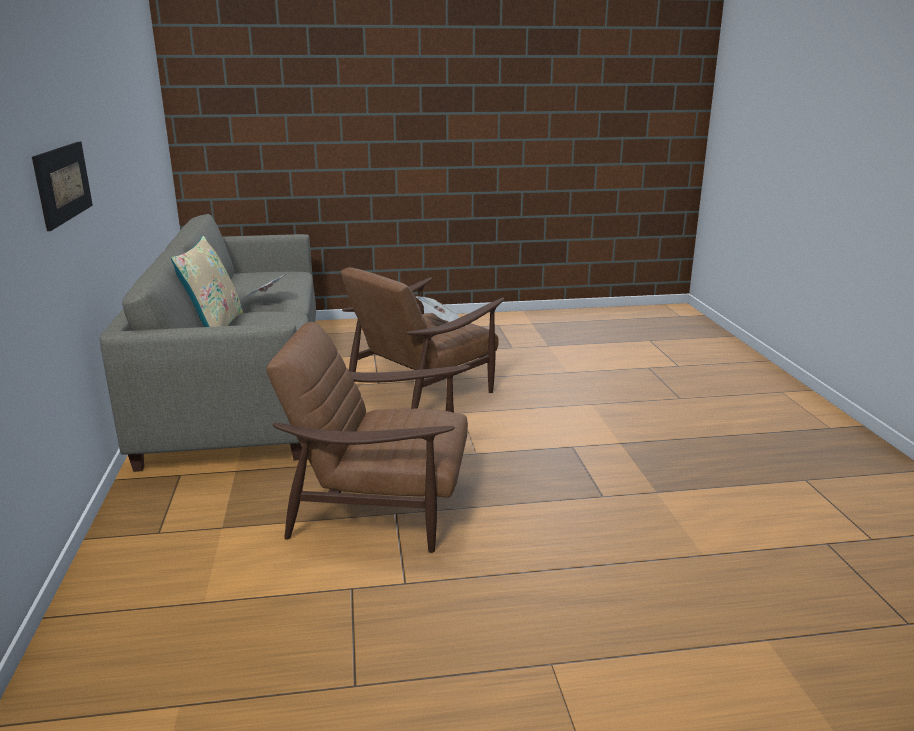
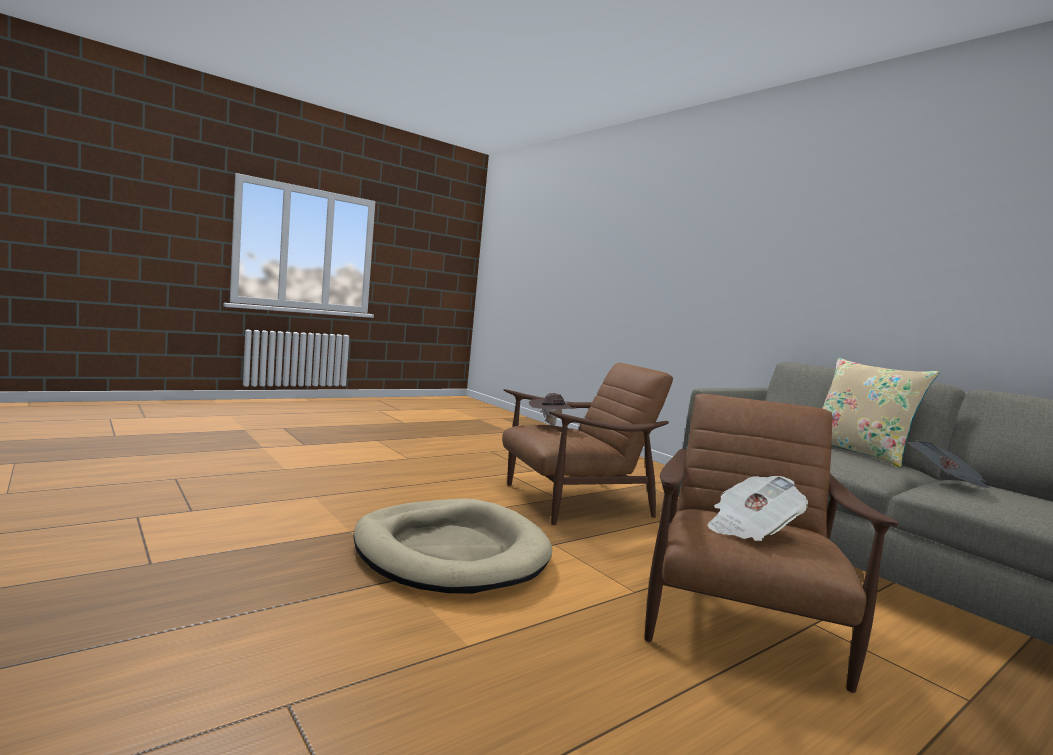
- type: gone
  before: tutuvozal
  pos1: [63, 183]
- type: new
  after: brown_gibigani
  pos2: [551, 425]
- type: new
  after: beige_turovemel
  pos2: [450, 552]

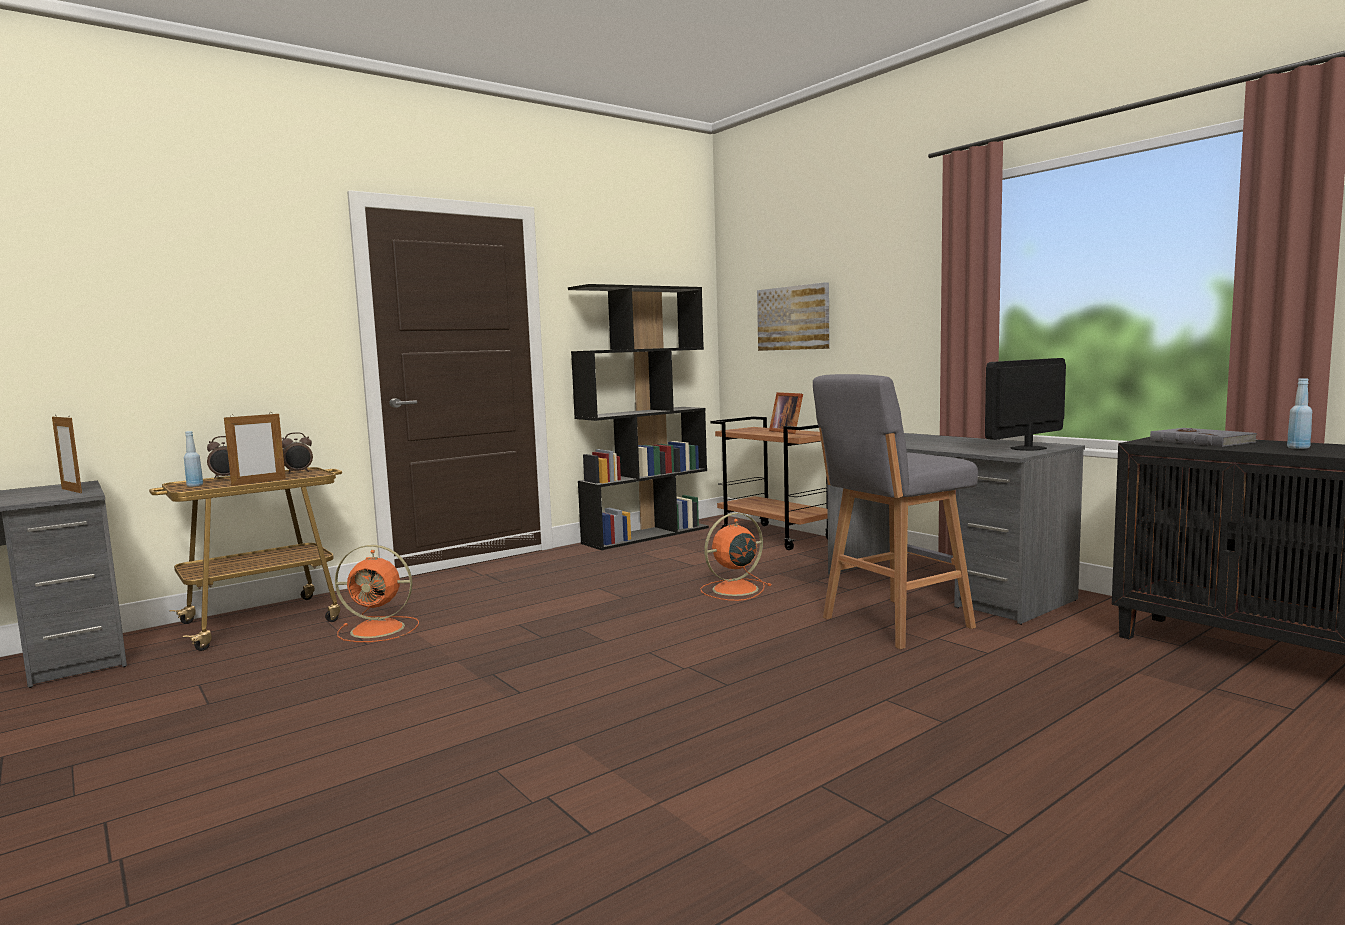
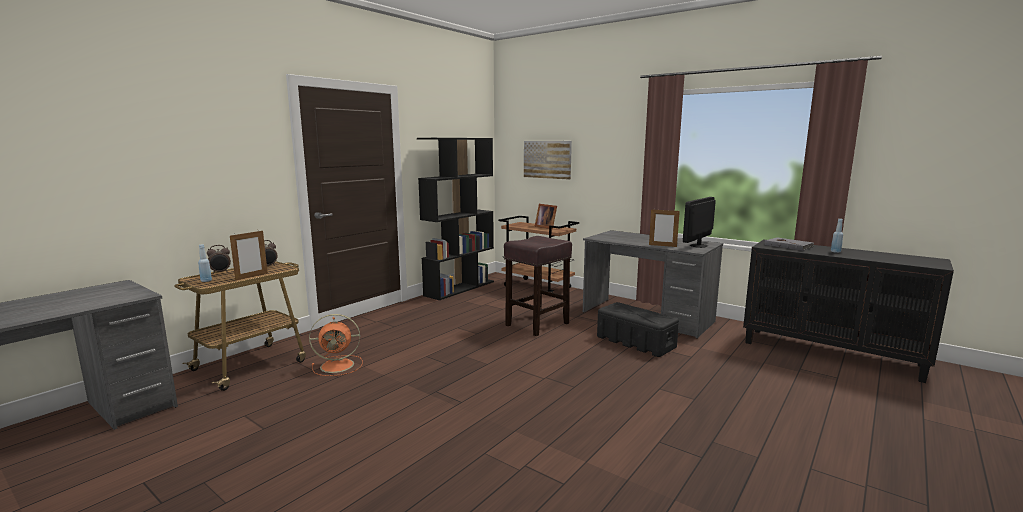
- type: swapped
  before: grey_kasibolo
  after: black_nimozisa
  pos1: [893, 623]
  pos2: [635, 342]
- type: shifted
  before: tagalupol
  pos1: [71, 491]
  pos2: [662, 245]
- type: swapped
  before: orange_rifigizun
  after: brown_kasibolo
  pos1: [733, 589]
  pos2: [536, 324]

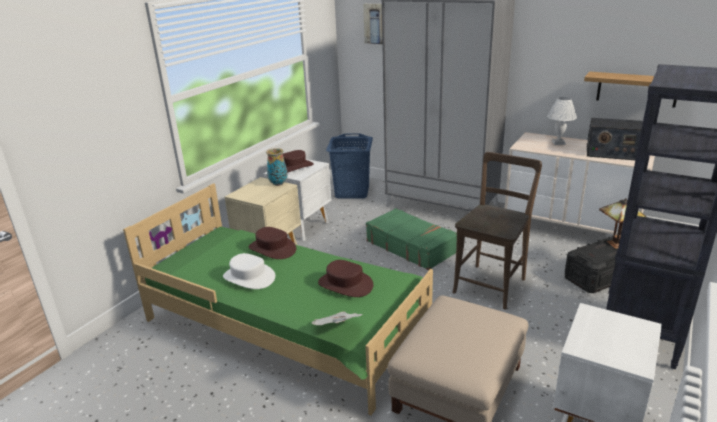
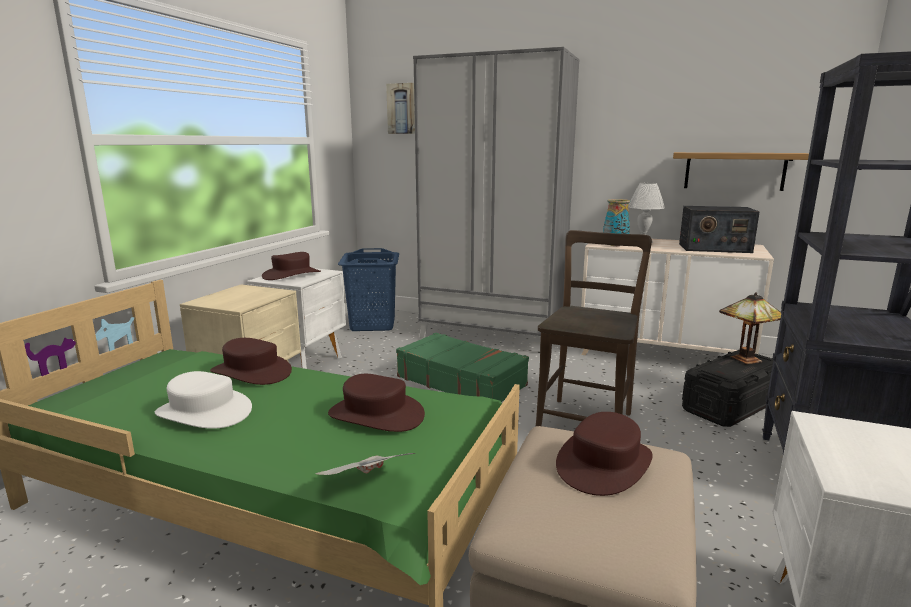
- type: shifted
  before: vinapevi
  pos1: [278, 184]
  pos2: [615, 245]
- type: new
  after: brown_gibigani
  pos2: [604, 463]

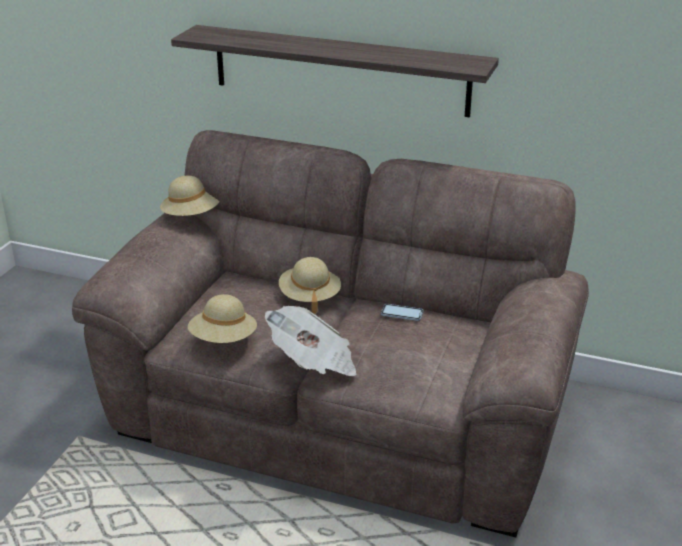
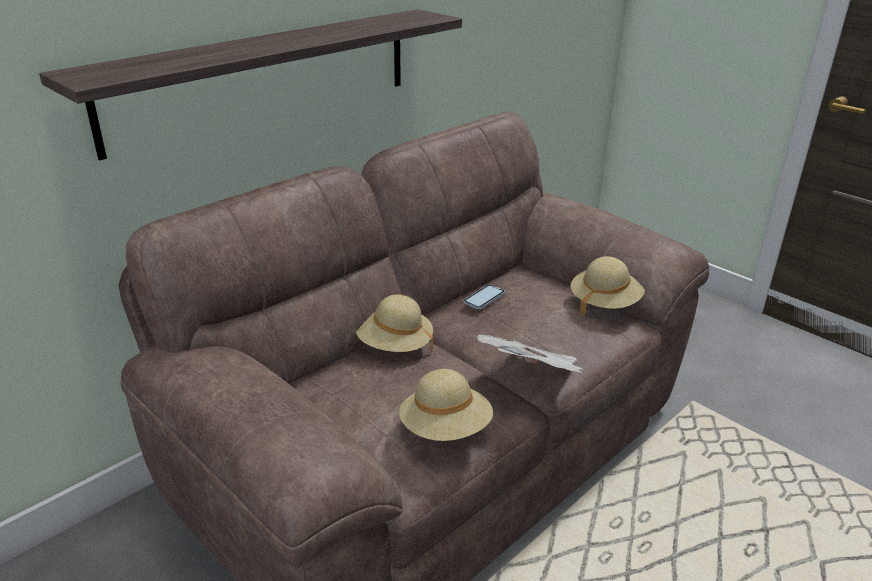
- type: shifted
  before: beige_gibigani
  pos1: [191, 216]
  pos2: [604, 302]

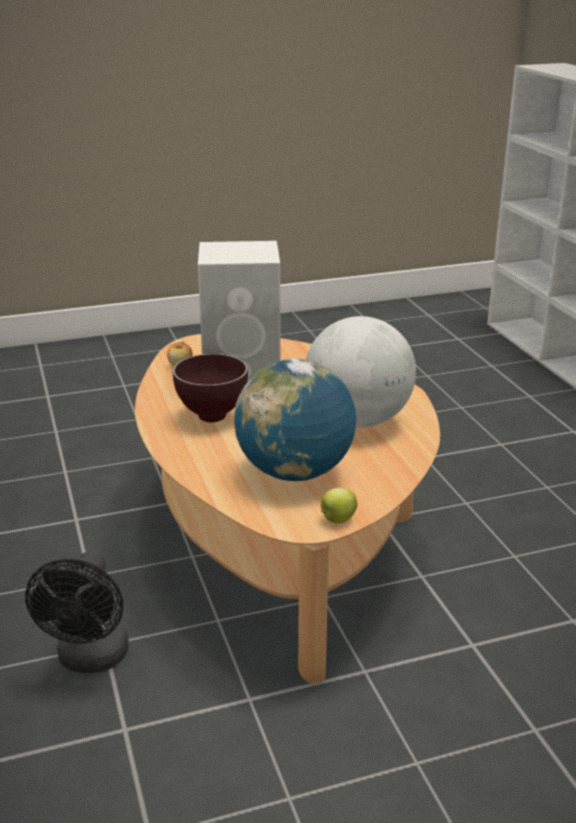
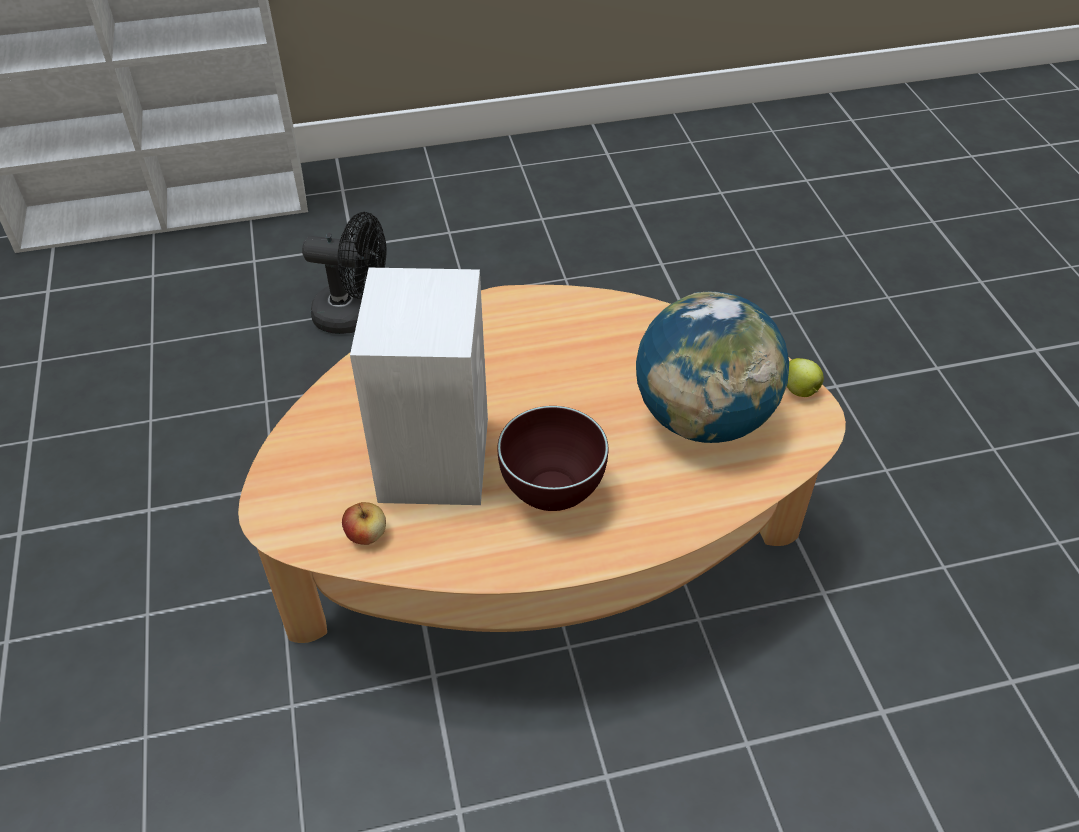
- type: gone
  before: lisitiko
  pos1: [357, 420]
- type: shifted
  before: black_rifigizun
  pos1: [90, 659]
  pos2: [354, 315]

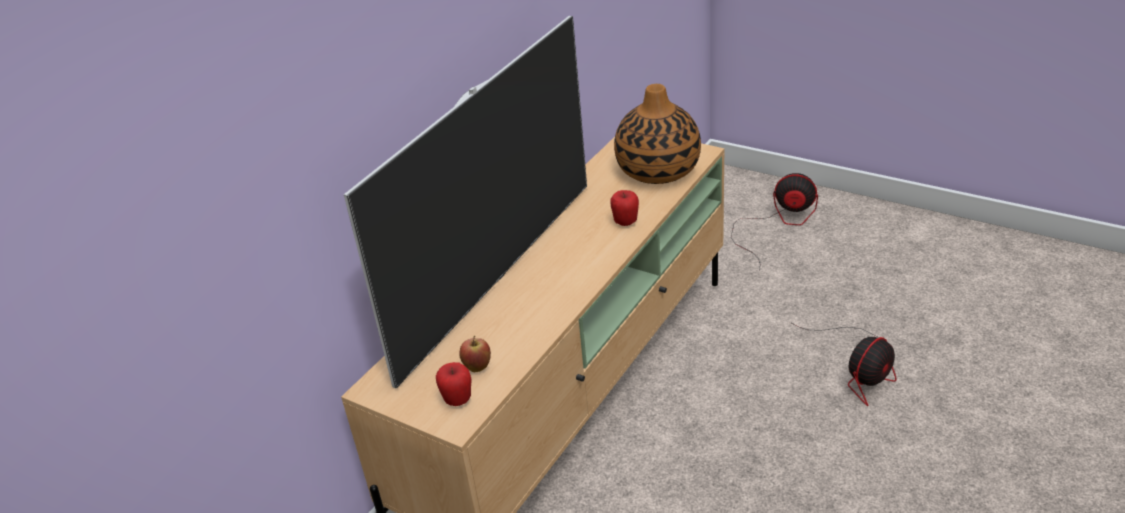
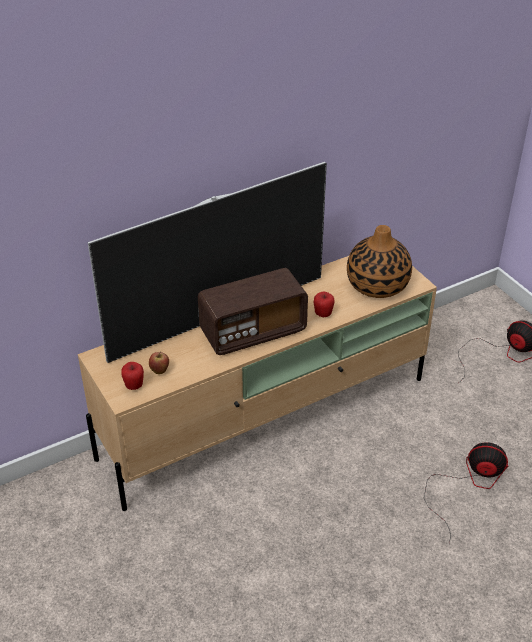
- type: rotated
  before: rifigizun
  pos1: [861, 369]
  pos2: [467, 485]
  turn: -150
- type: new
  after: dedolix
  pos2: [253, 332]

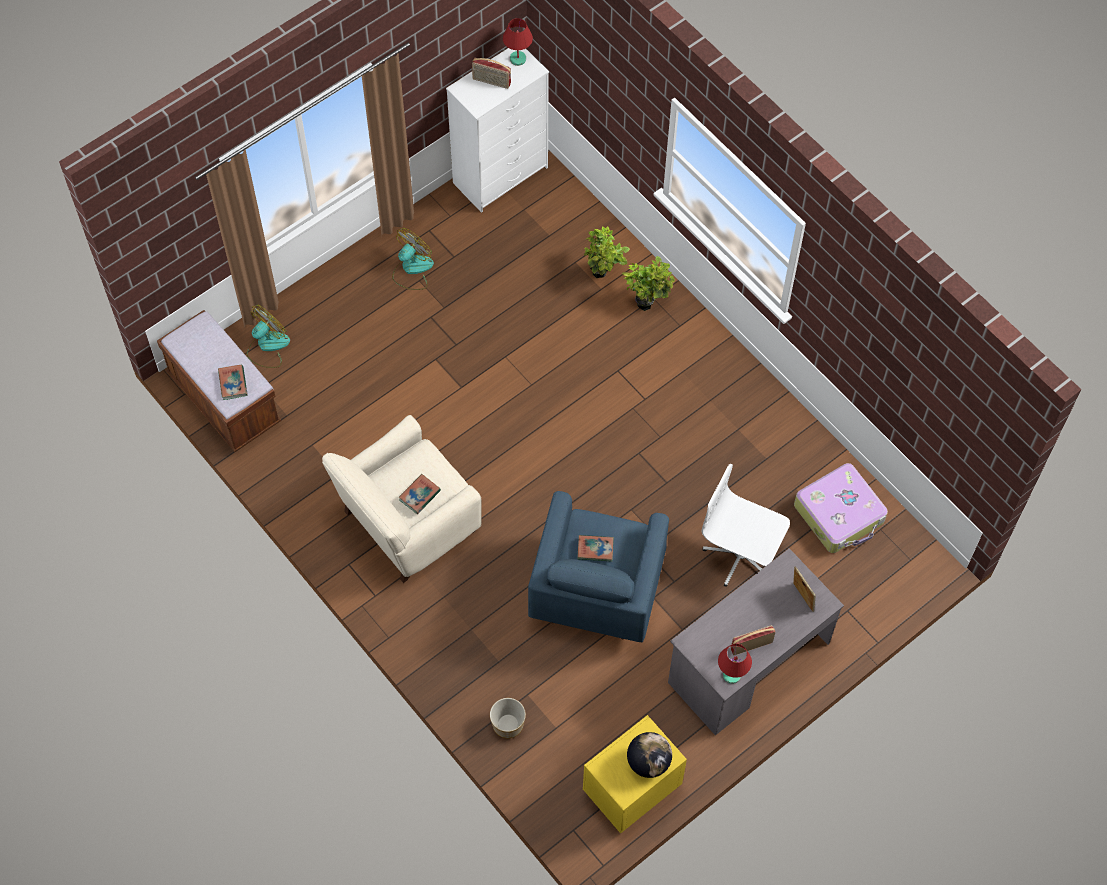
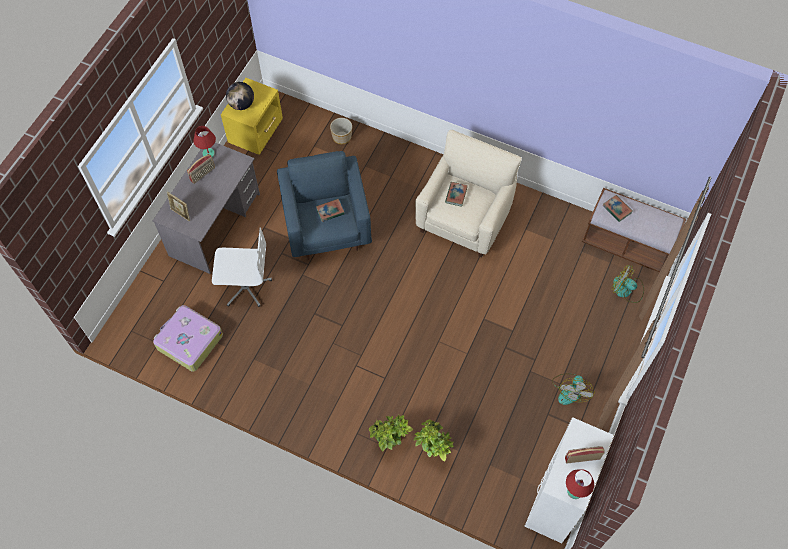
- type: rotated
  before: rifigizun
  pos1: [267, 346]
  pos2: [626, 290]
  turn: 105

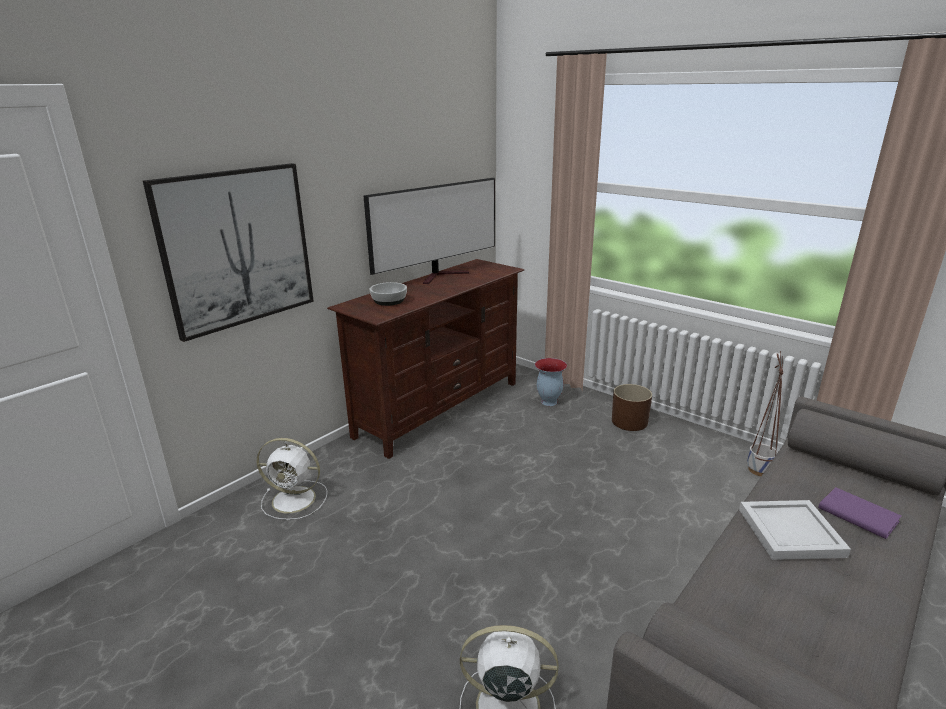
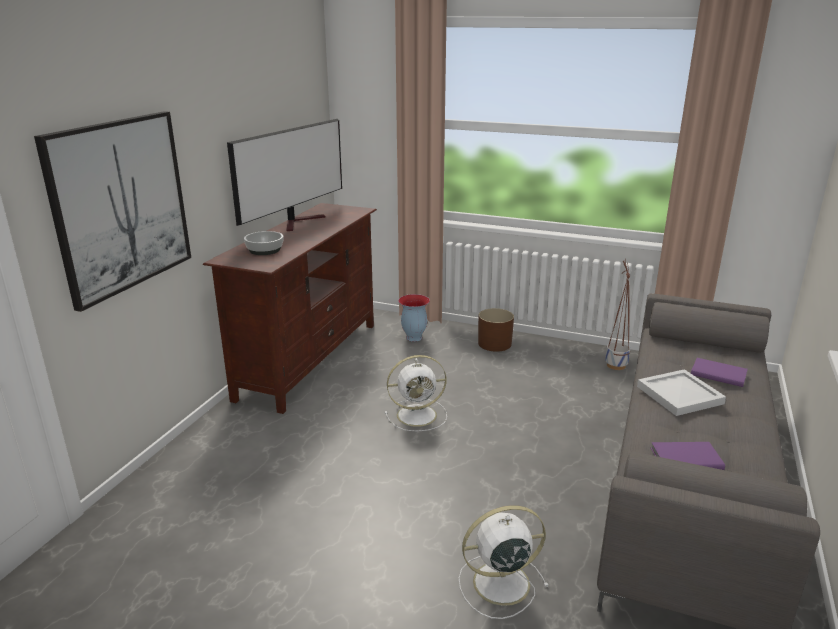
- type: shifted
  before: white_rifigizun
  pos1: [296, 500]
  pos2: [418, 415]
- type: new
  after: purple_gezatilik
  pos2: [684, 458]

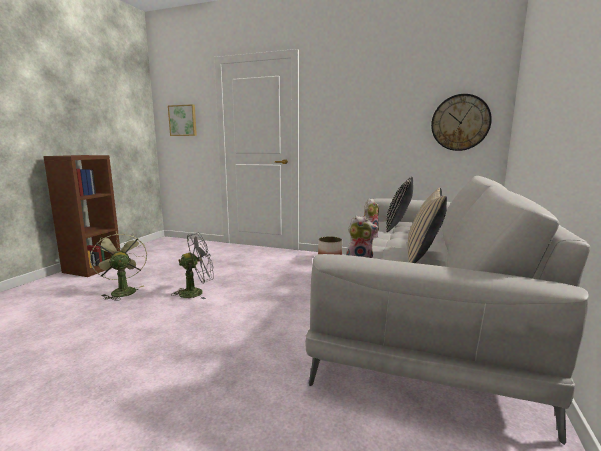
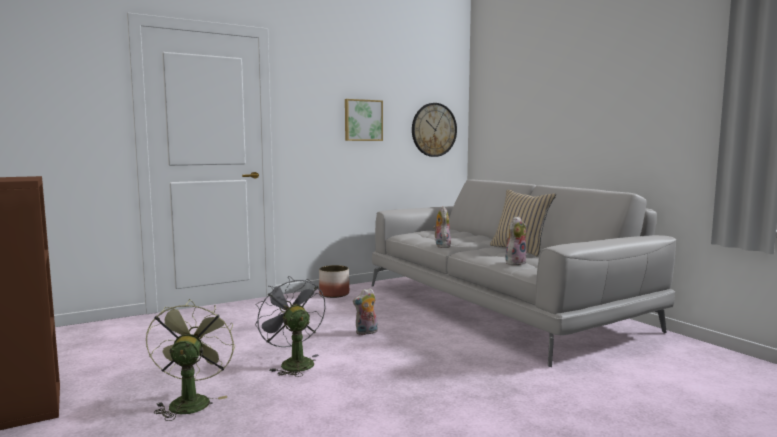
- type: shifted
  before: tutuvozal
  pos1: [183, 120]
  pos2: [363, 120]
- type: gone
  before: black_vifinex
  pos1: [398, 227]
- type: rotated
  before: green_rifigizun
  pos1: [122, 291]
  pos2: [190, 401]
  turn: 75
- type: rotated
  before: grey_rifigizun
  pos1: [196, 292]
  pos2: [292, 363]
  turn: -45
- type: new
  after: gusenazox
  pos2: [366, 332]

